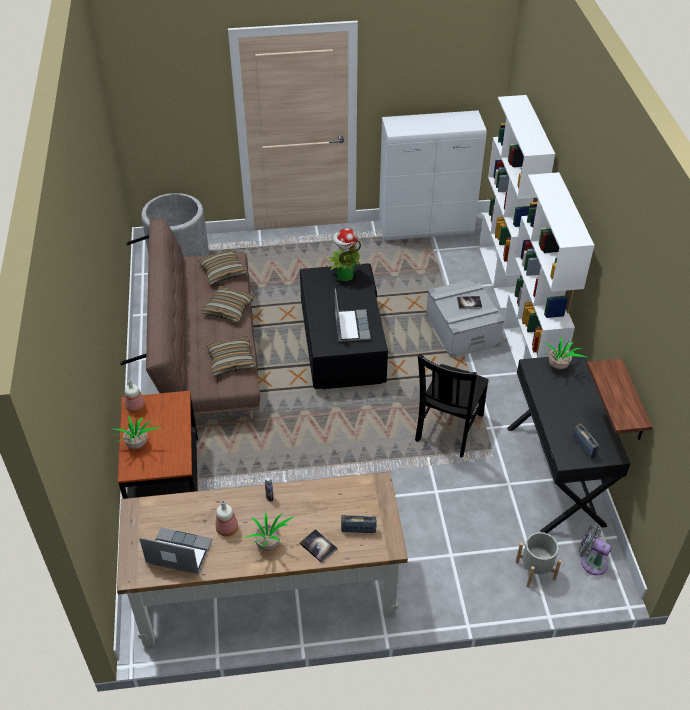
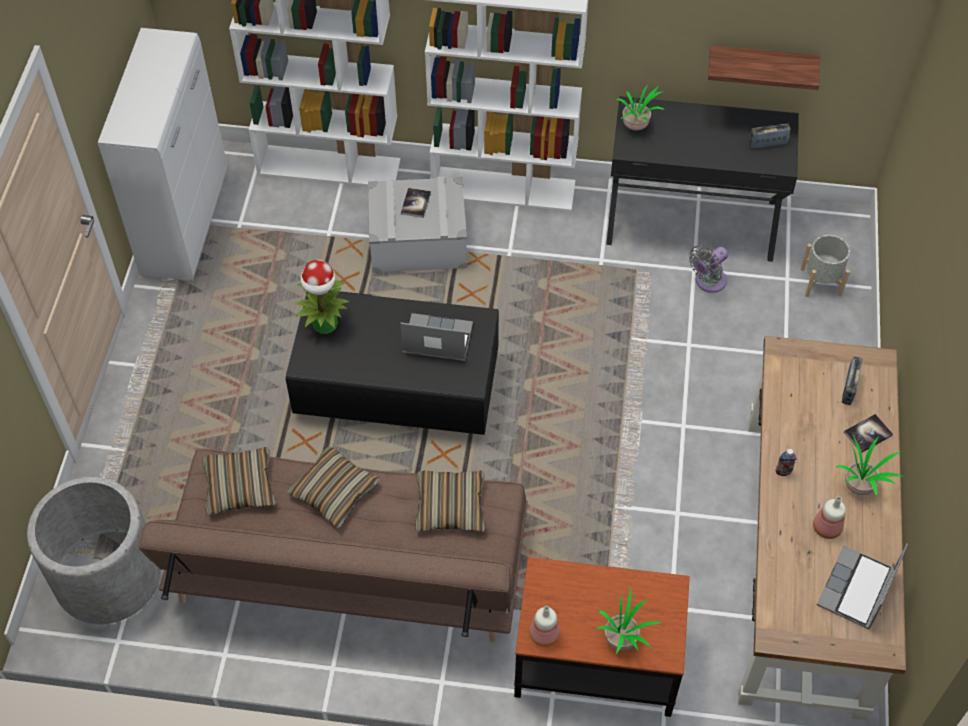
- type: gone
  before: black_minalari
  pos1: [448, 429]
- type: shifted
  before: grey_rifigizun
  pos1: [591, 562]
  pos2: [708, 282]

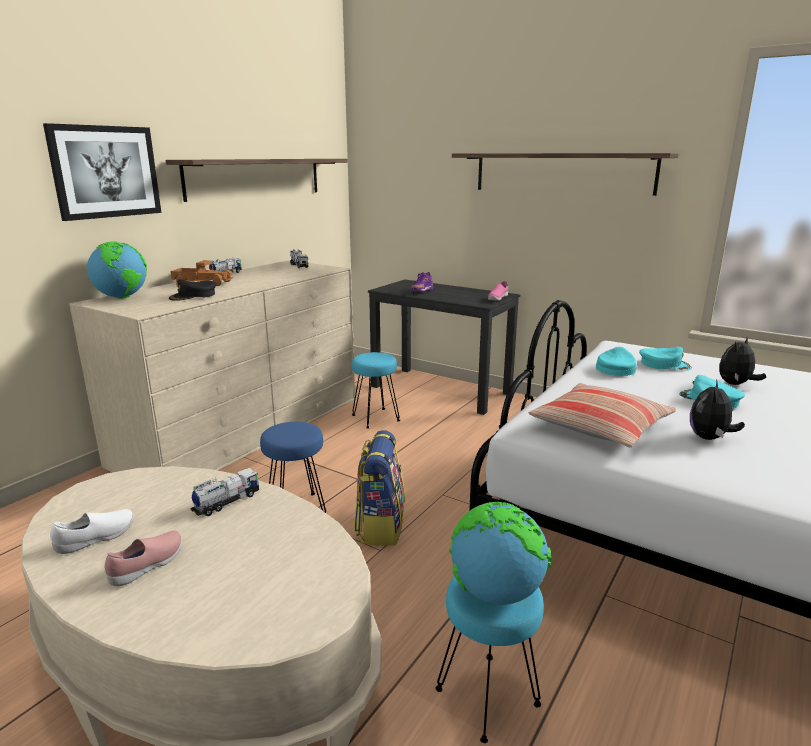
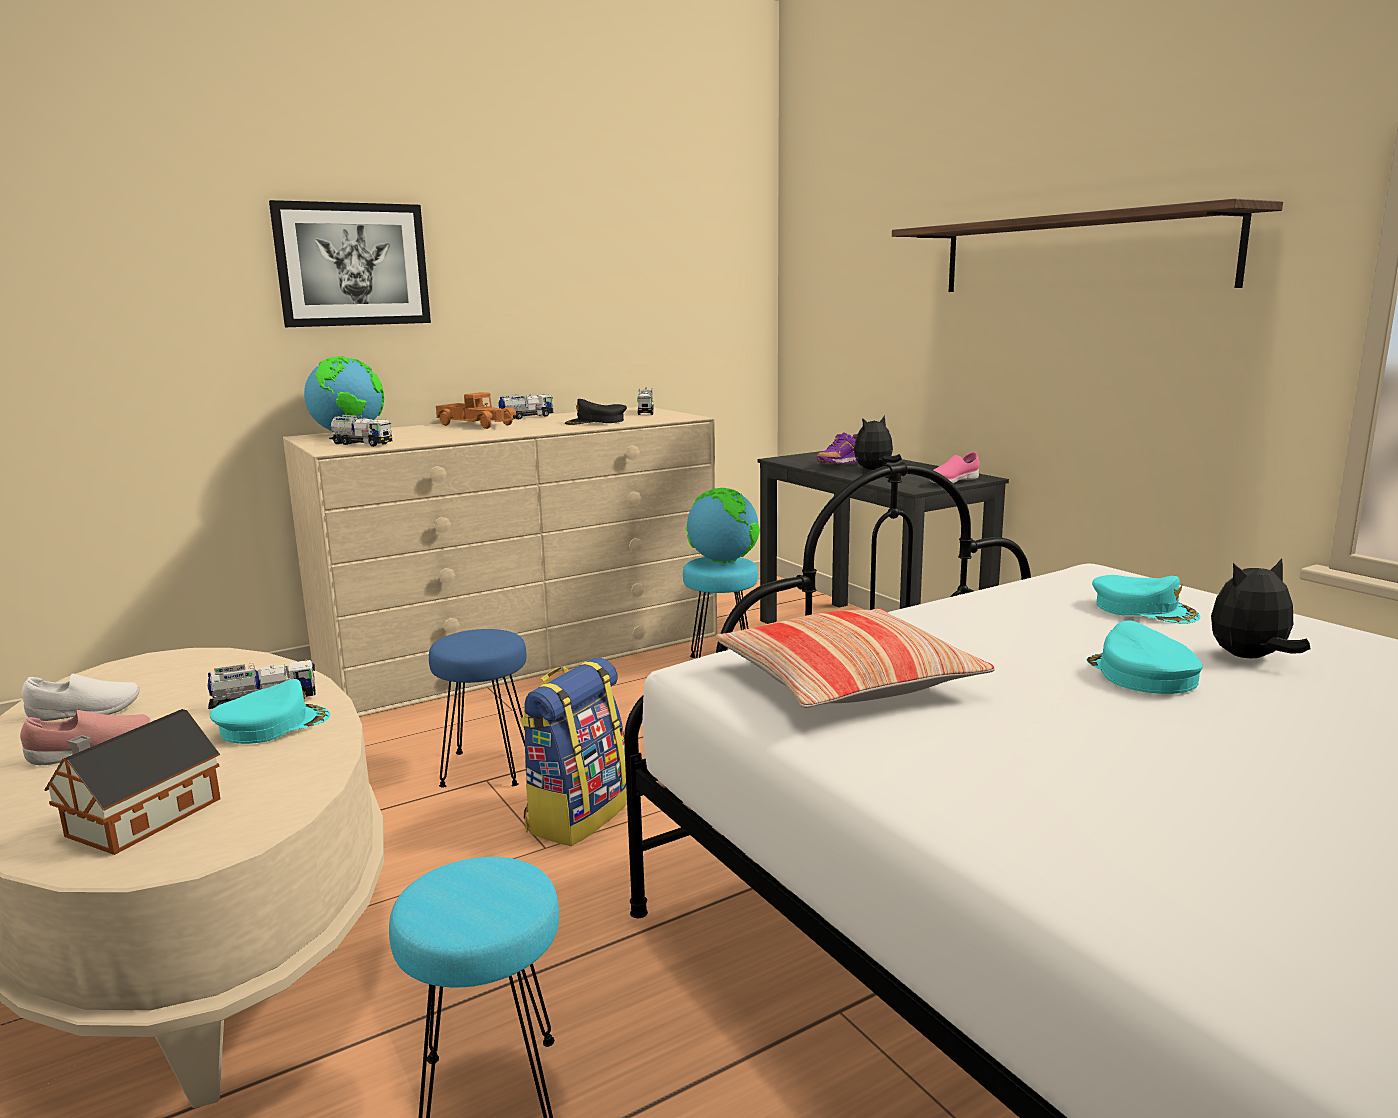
- type: gone
  before: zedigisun
  pos1: [256, 178]
- type: shifted
  before: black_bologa
  pos1: [193, 296]
  pos2: [596, 422]
- type: shifted
  before: turquoise_bologa
  pos1: [615, 368]
  pos2: [272, 725]
- type: shifted
  before: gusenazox
  pos1: [709, 438]
  pos2: [874, 470]
- type: shifted
  before: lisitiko
  pos1: [496, 593]
  pos2: [723, 561]
- type: new
  after: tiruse
  pos2: [361, 444]
- type: new
  after: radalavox
  pos2: [138, 819]

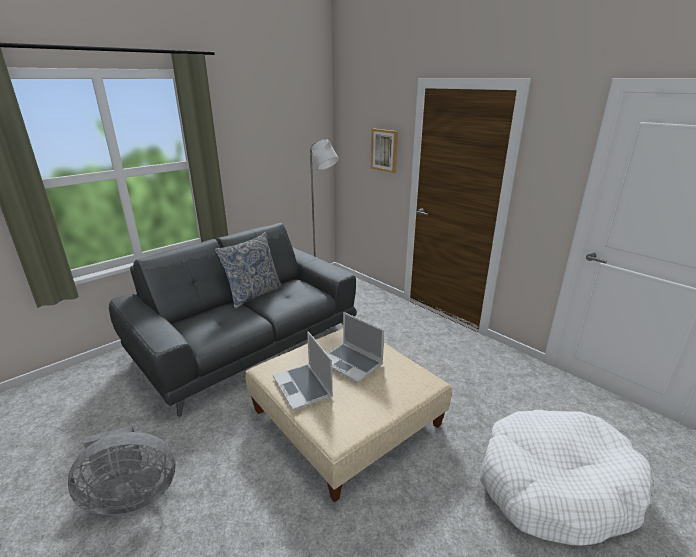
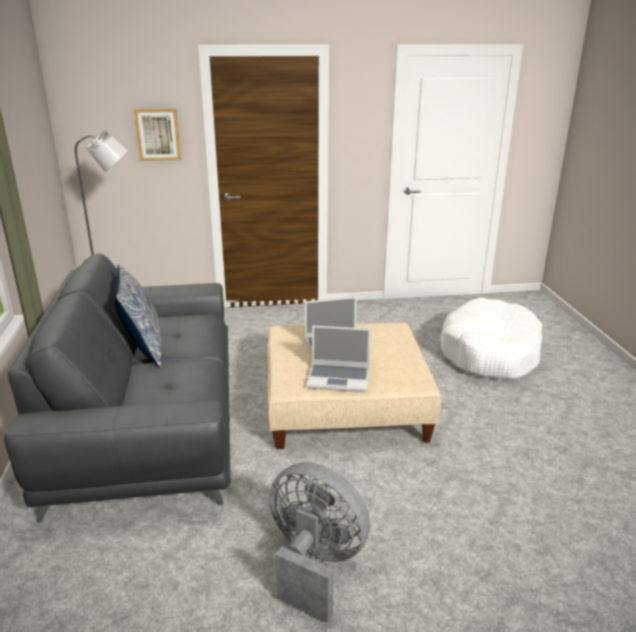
- type: rotated
  before: grey_rifigizun
  pos1: [131, 496]
  pos2: [314, 563]
  turn: -75

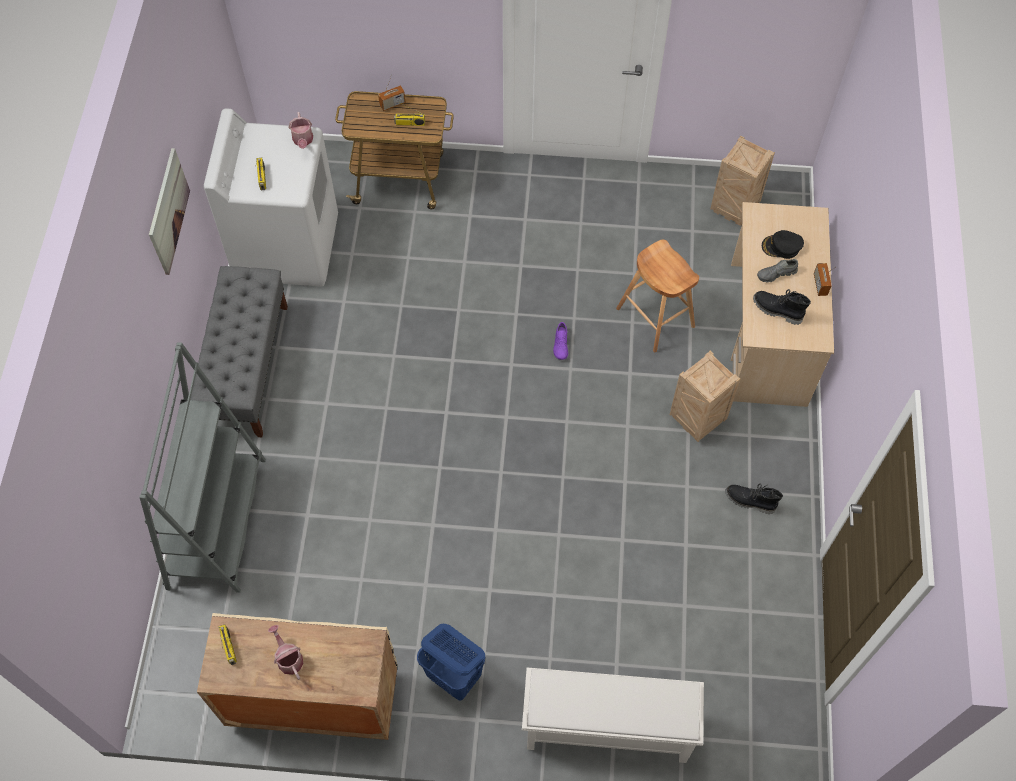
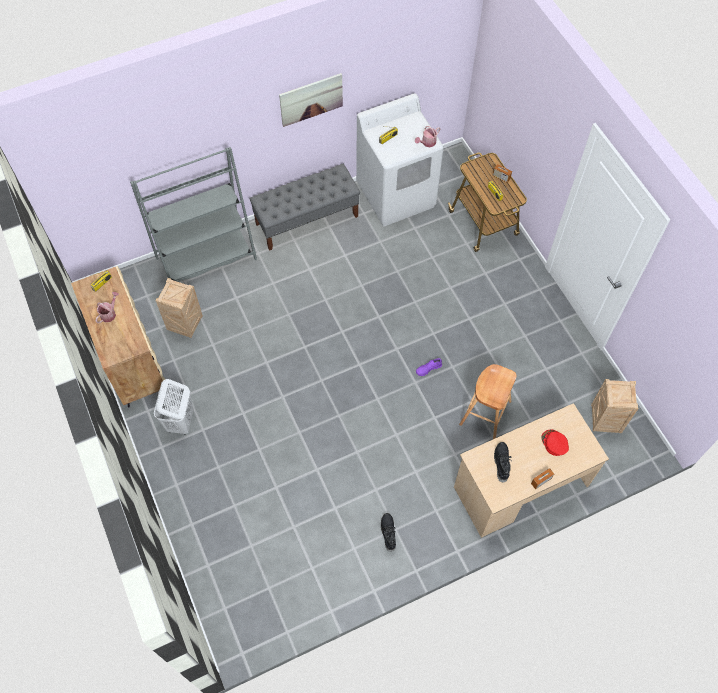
- type: repainted
  before: black_bologa
  after: red_bologa
  pos1: [781, 247]
  pos2: [554, 443]
- type: gone
  before: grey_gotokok
  pos1: [776, 274]
- type: shifted
  before: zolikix
  pos1: [698, 420]
  pos2: [185, 325]
- type: repainted
  before: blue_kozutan
  after: white_kozutan
  pos1: [454, 677]
  pos2: [180, 422]
- type: gone
  before: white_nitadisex
  pos1: [605, 730]

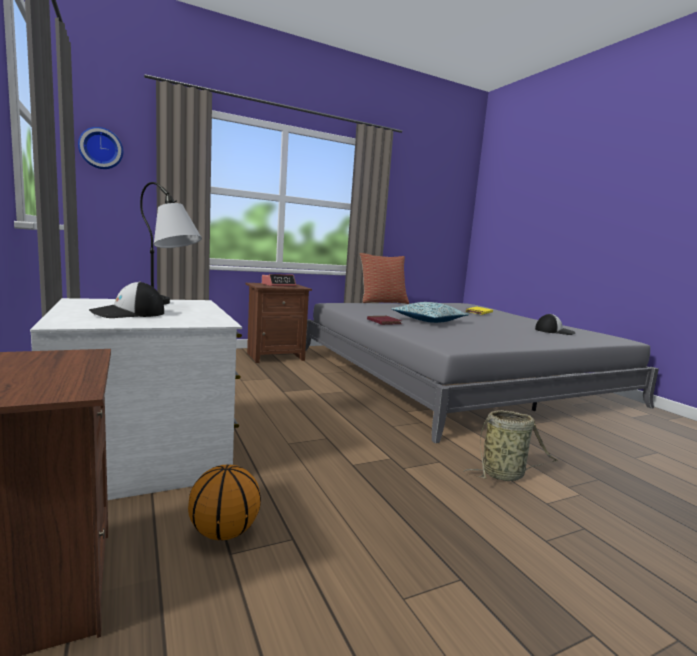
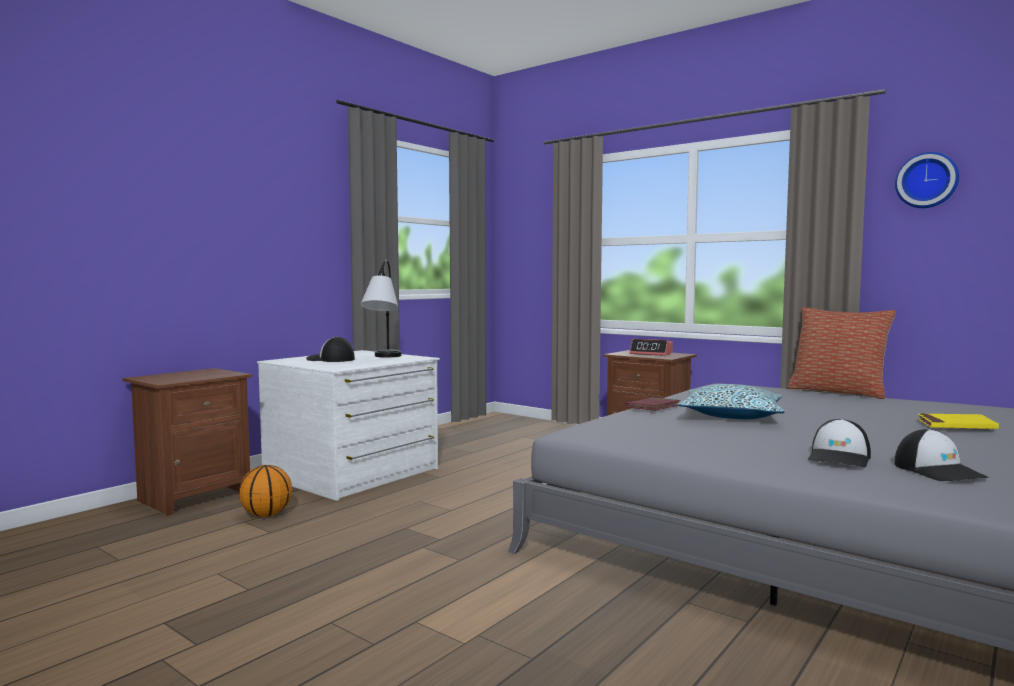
- type: shifted
  before: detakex
  pos1: [101, 148]
  pos2: [927, 180]
- type: gone
  before: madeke
  pos1: [505, 474]
- type: new
  after: bologa
  pos2: [839, 458]

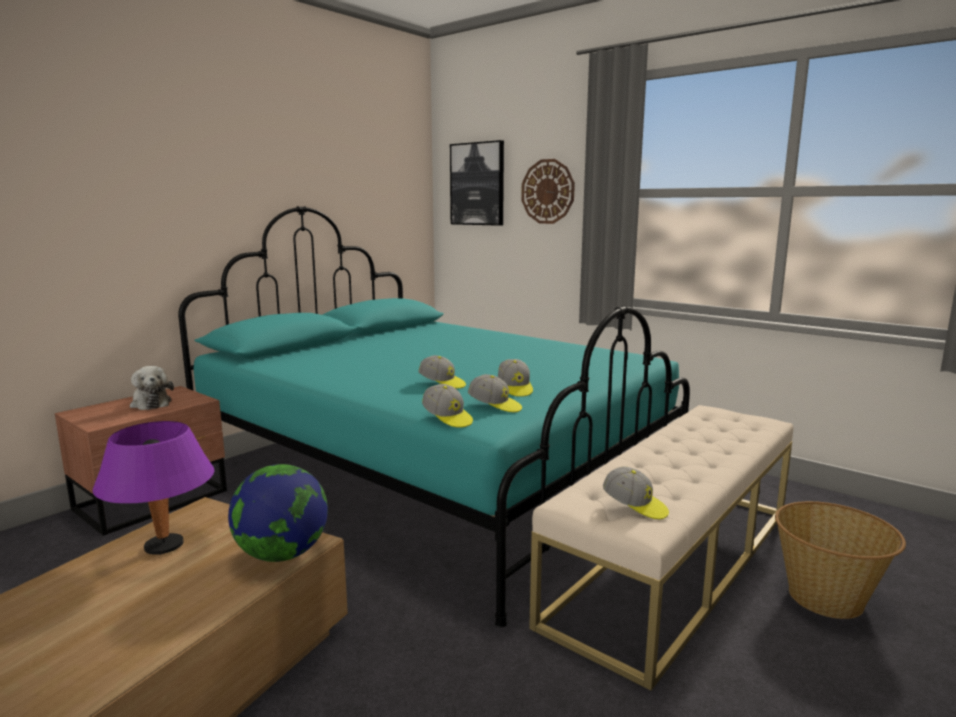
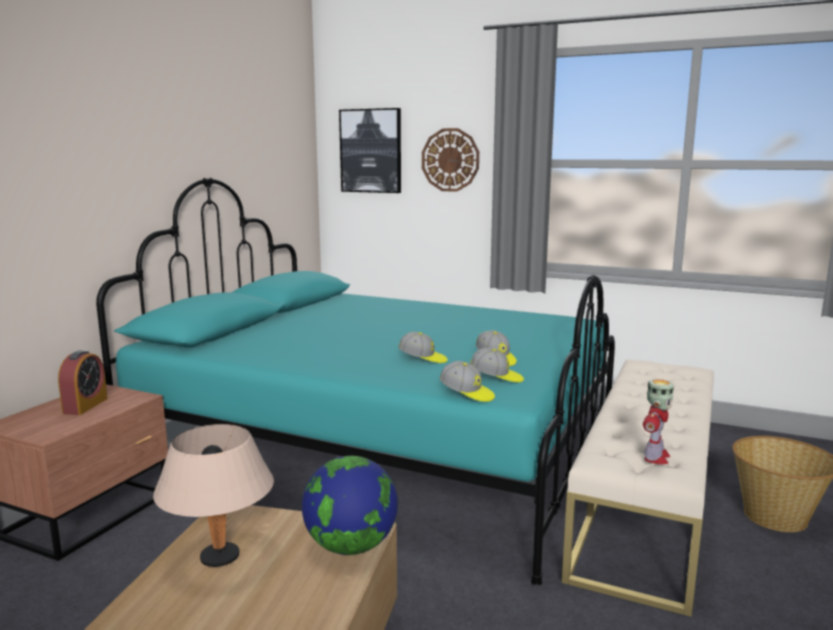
- type: swapped
  before: gusenazox
  after: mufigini
  pos1: [150, 403]
  pos2: [85, 406]
- type: repainted
  before: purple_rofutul
  after: beige_rofutul
  pos1: [165, 546]
  pos2: [220, 557]
- type: swapped
  before: bologa
  after: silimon
  pos1: [635, 506]
  pos2: [655, 457]

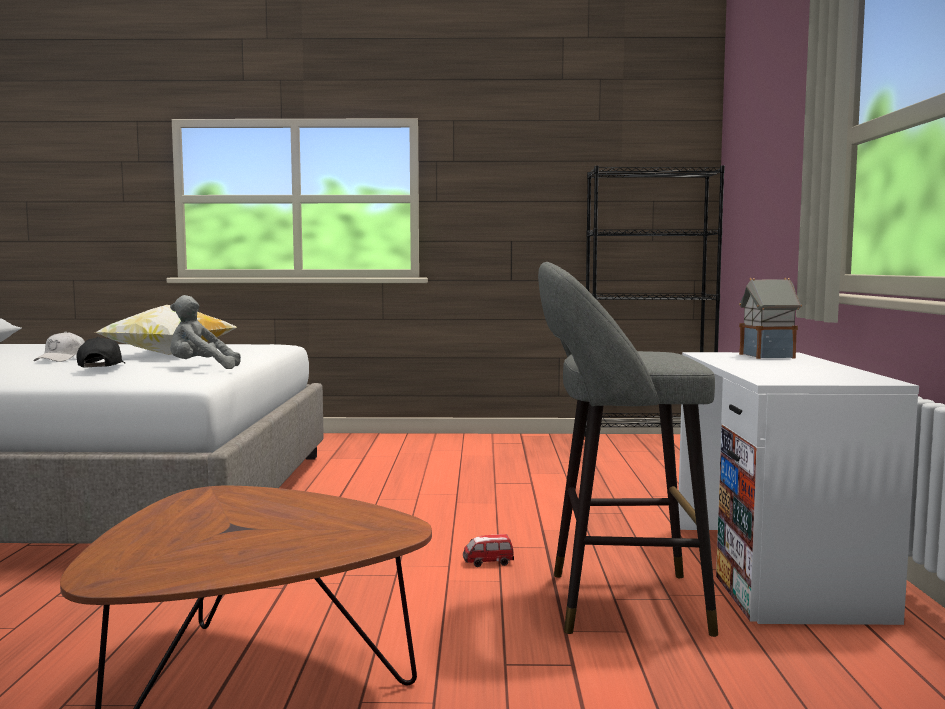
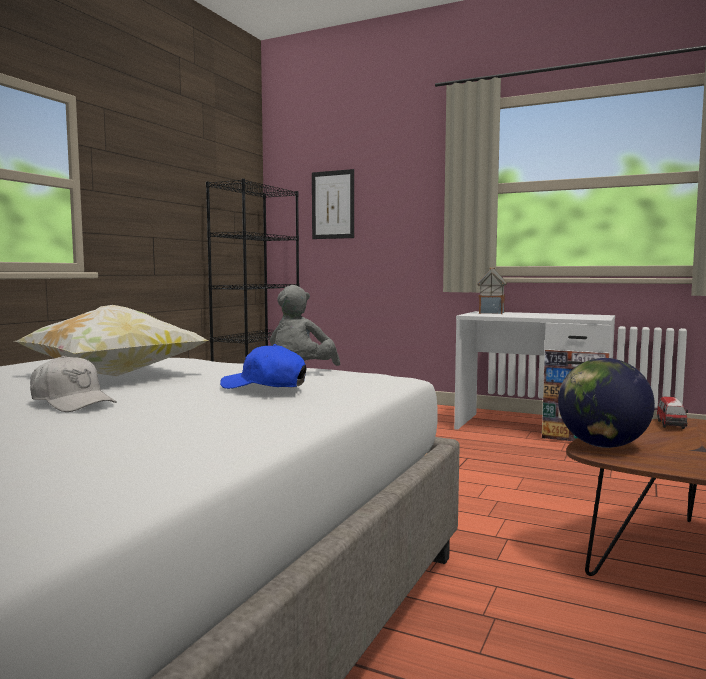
- type: gone
  before: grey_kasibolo
  pos1: [616, 602]
- type: repainted
  before: black_bologa
  after: blue_bologa
  pos1: [101, 366]
  pos2: [264, 386]
- type: shifted
  before: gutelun
  pos1: [488, 563]
  pos2: [671, 425]
- type: new
  after: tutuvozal
  pos2: [333, 205]
- type: new
  after: lisitiko
  pos2: [603, 446]

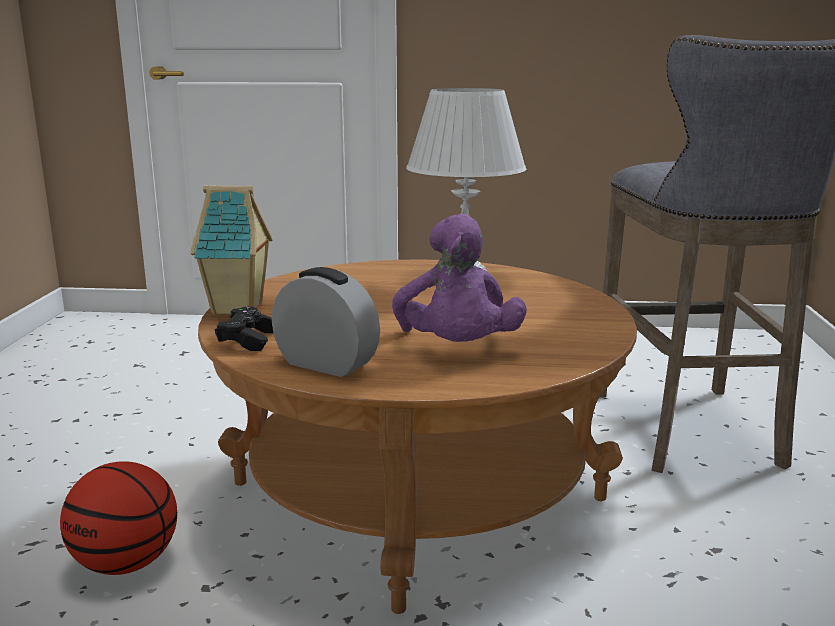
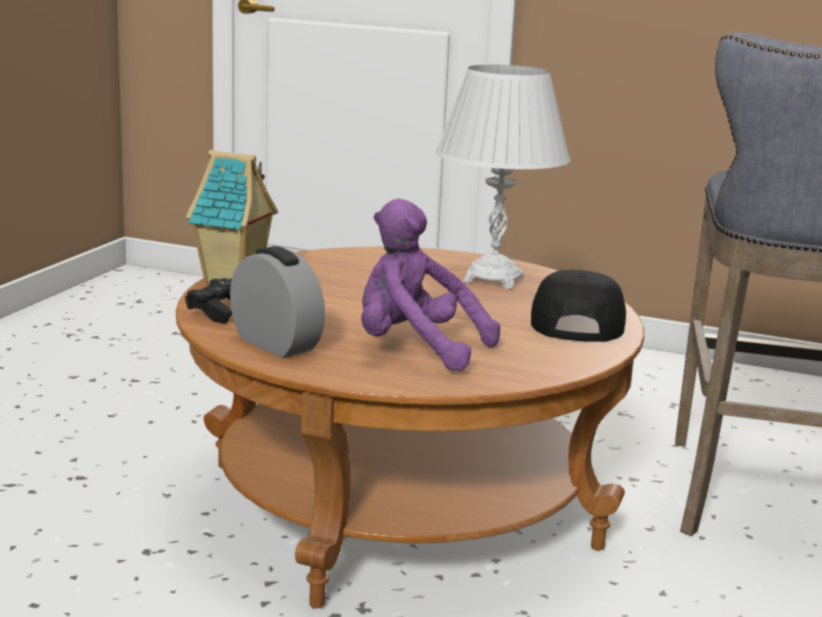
- type: rotated
  before: purple_gusenazox
  pos1: [457, 350]
  pos2: [415, 349]
  turn: 105
- type: gone
  before: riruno
  pos1: [126, 563]
- type: new
  after: black_bologa
  pos2: [575, 322]

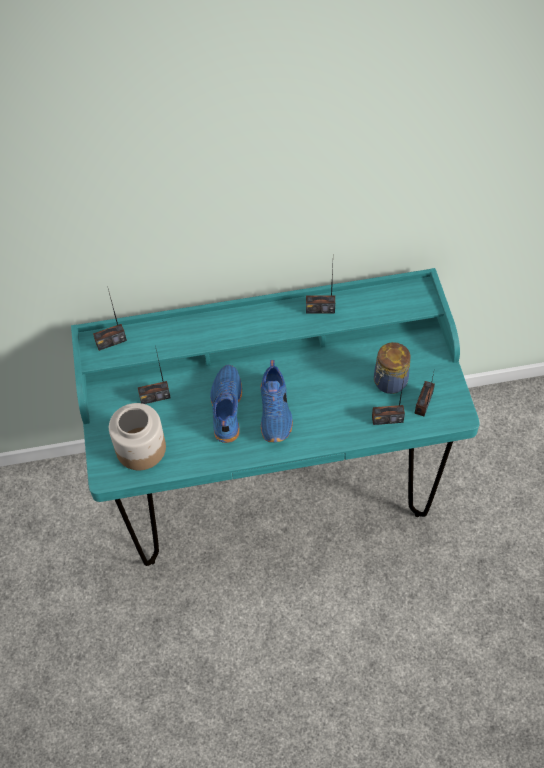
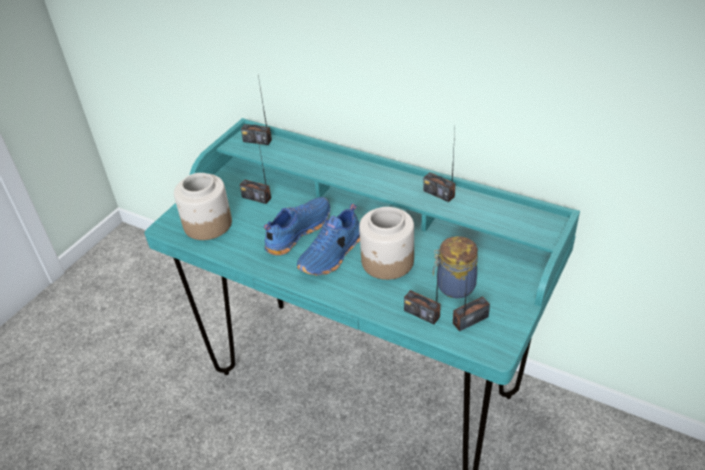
- type: new
  after: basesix
  pos2: [387, 262]

